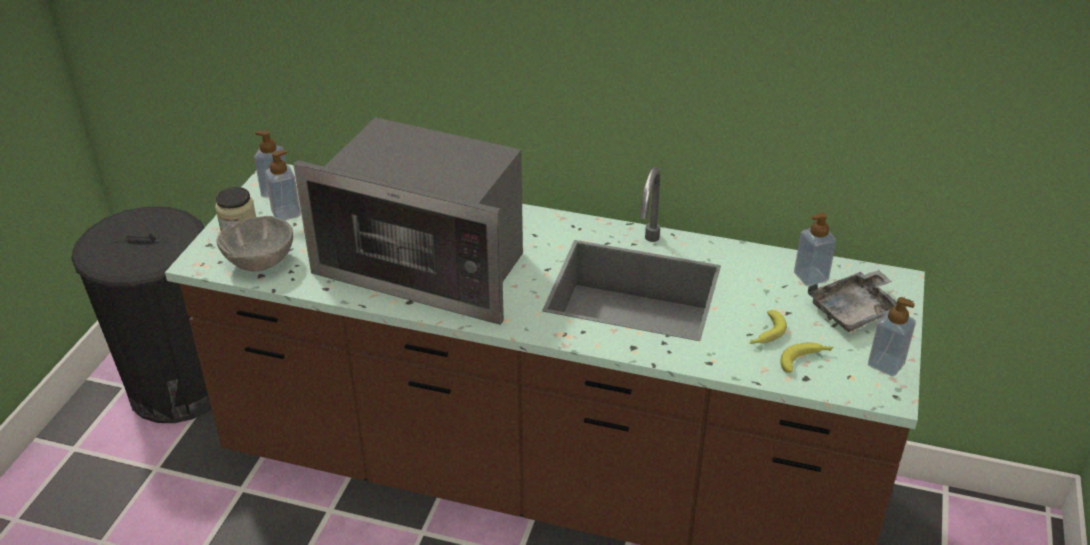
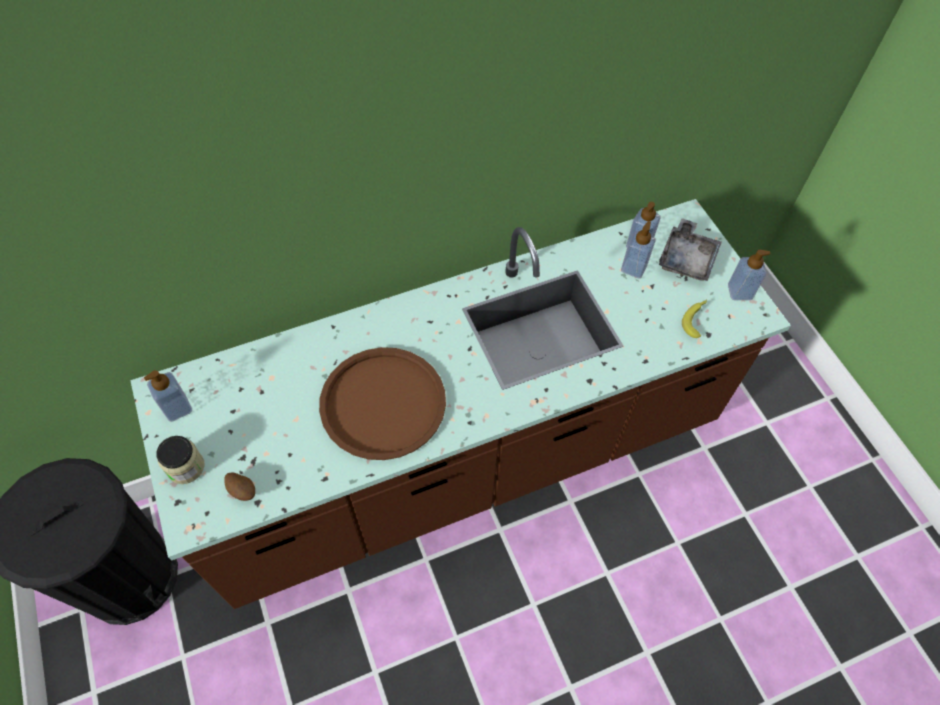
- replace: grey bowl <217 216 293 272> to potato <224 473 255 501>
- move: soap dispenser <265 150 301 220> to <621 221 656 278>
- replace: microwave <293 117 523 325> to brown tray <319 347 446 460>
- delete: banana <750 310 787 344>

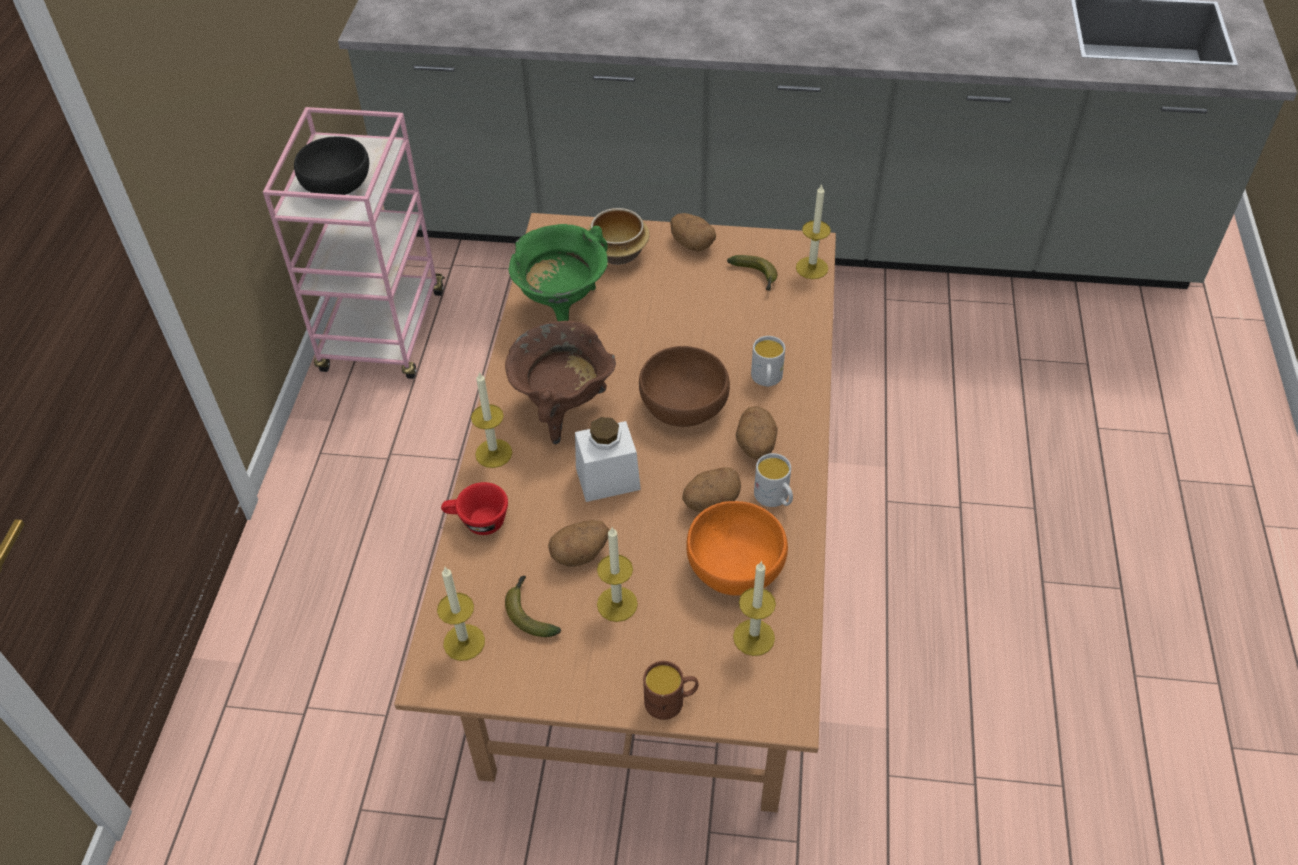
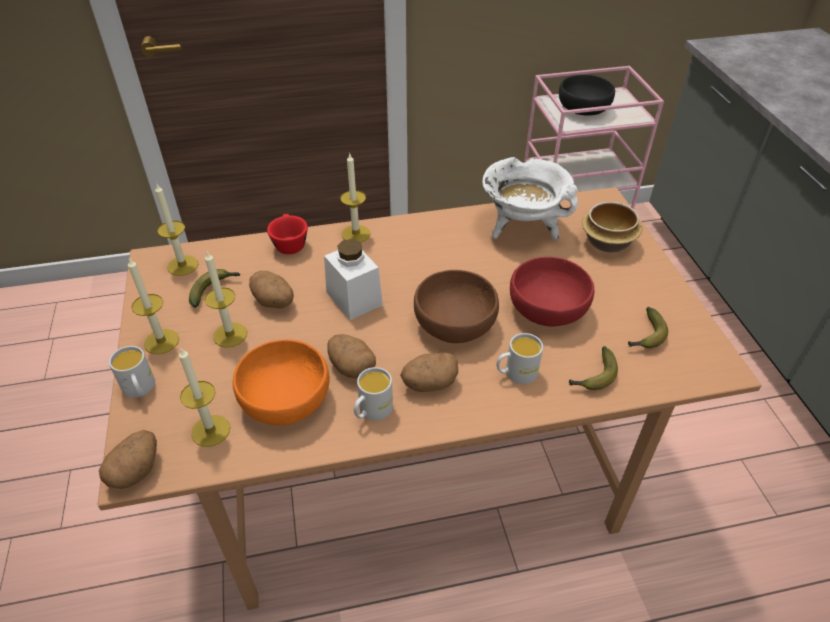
- delete: brown cooking pot <505 321 616 444>
- recolor: green cooking pot <509 224 608 321> to white cooking pot <483 157 578 240>
- recolor: brown mug <643 661 699 720> to white mug <109 346 155 398>
- move: potato <670 213 716 251> to <99 430 157 489>
- move: candle <796 184 831 279> to <128 258 179 354>
- insert: red bowl <510 257 594 327>
- insert: banana <569 346 618 390>

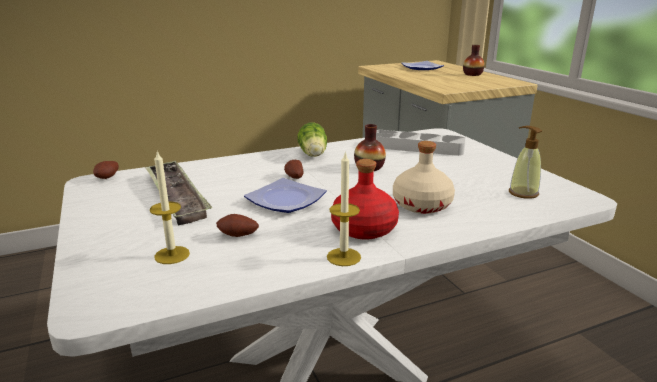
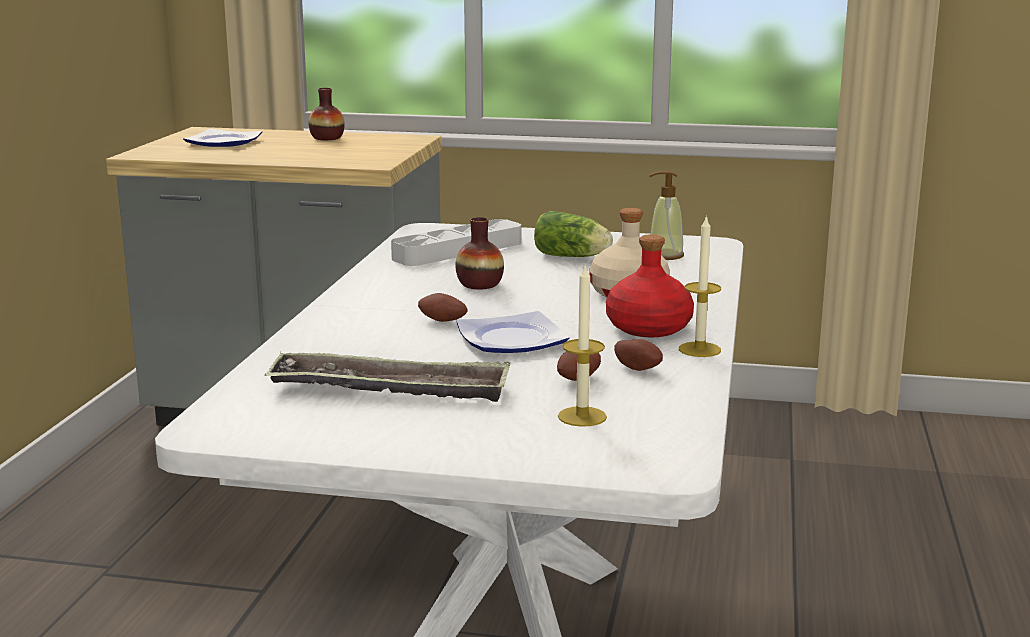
- move: potato <93 161 119 179> to <614 339 663 371>
- move: lettuce <297 123 327 157> to <534 211 613 257>

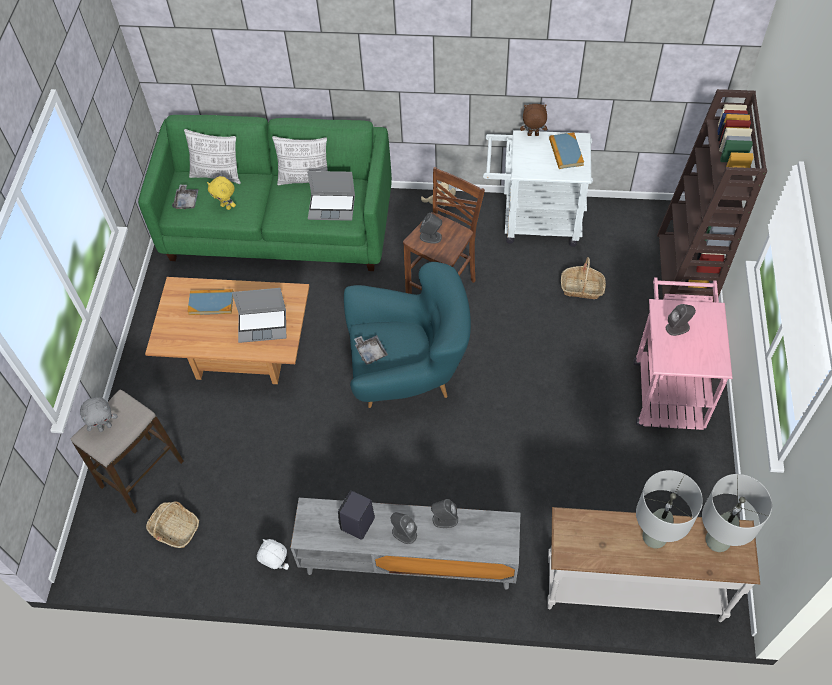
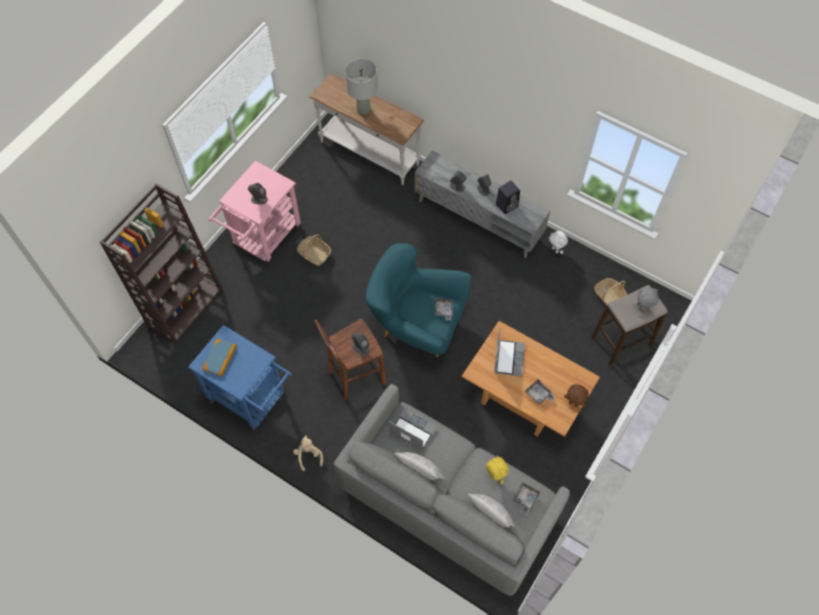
- recolor: green sofa <138 115 392 271> to grey sofa <334 384 570 596>
- replace: book <187 289 234 315> to grey tray <525 379 555 405>
- rotate: laptop <232 288 286 343> = <494 328 525 377> 75 degrees clockwise
- recolor: white cart <483 130 593 247> to blue cart <188 325 292 431>
- move: brown plush toy <520 104 547 136> to <564 384 589 407>
- move: basket <561 257 606 299> to <297 235 331 266>
- delete: grey table lamp <702 474 772 552>

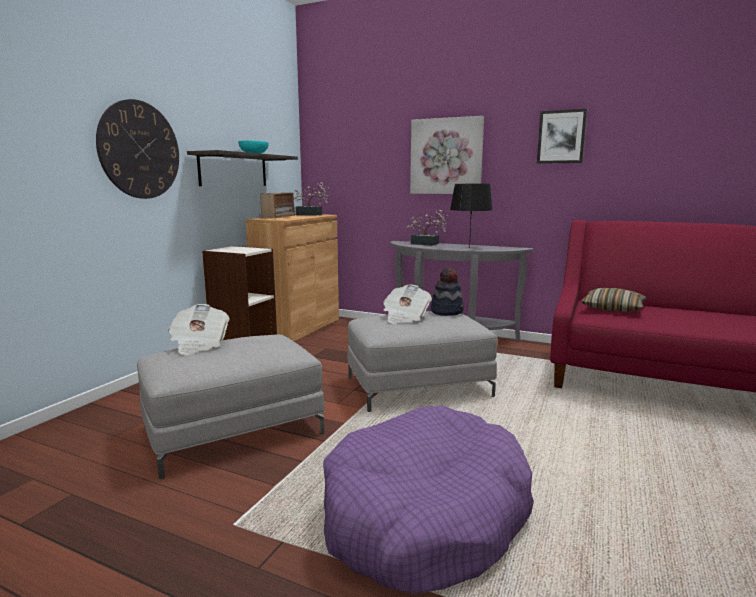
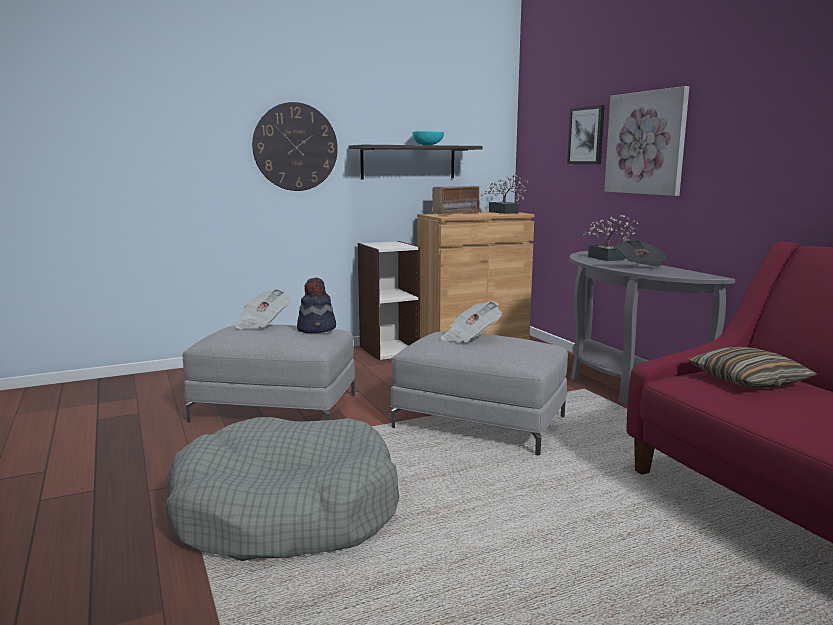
- recolor: purple dog bed <323 405 534 594> to grey dog bed <165 417 399 561>
- move: hat <431 267 464 316> to <297 277 336 333>
- replace: black table lamp <450 184 493 248> to newspaper <613 240 668 266>
- move: picture <537 109 587 164> to <567 105 605 164>

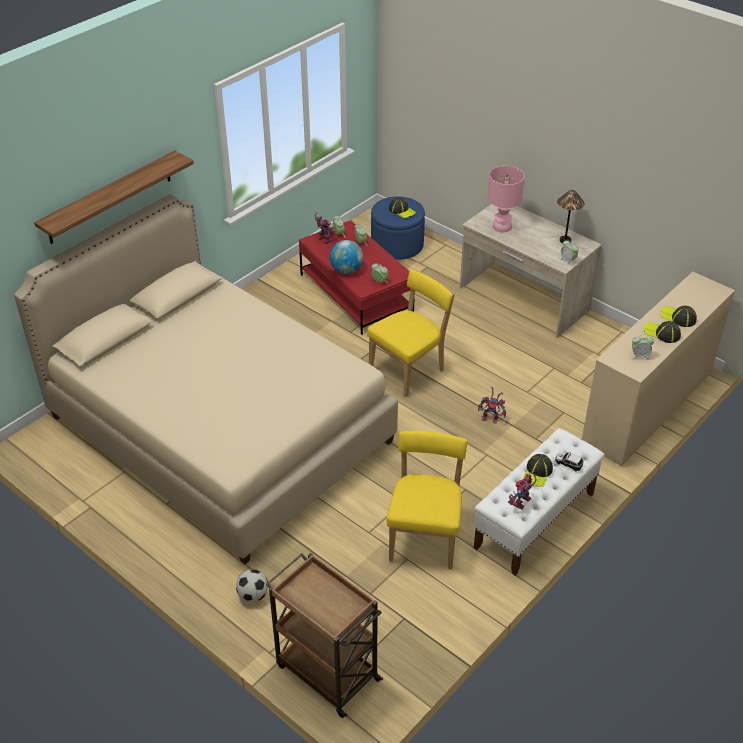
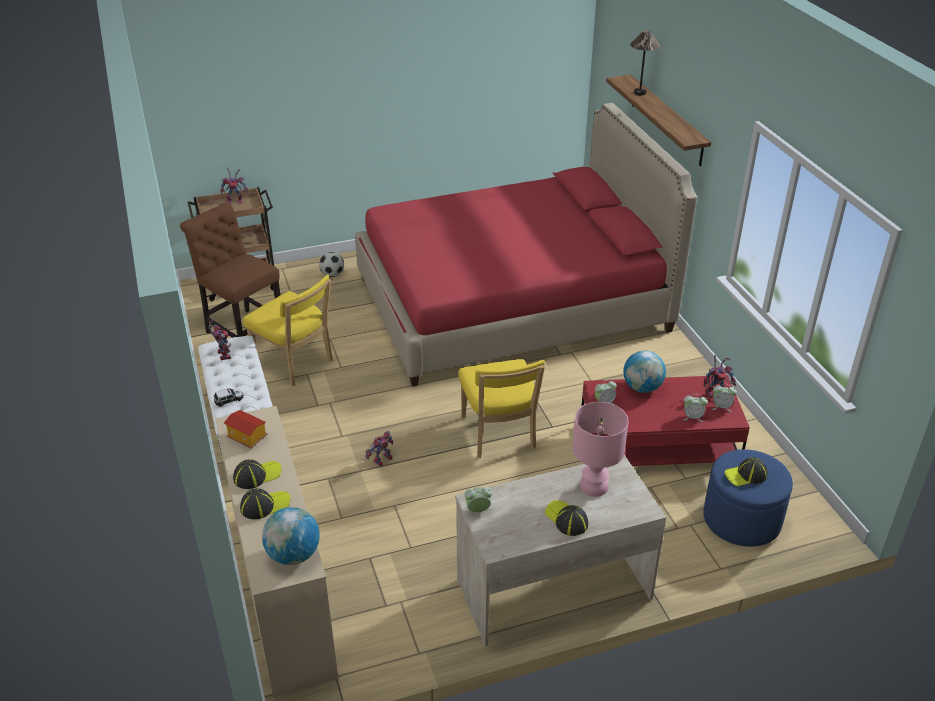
- recolor: beige bed <14 194 398 564> to red bed <355 103 697 387>
- move: cap <523 454 553 487> to <545 500 588 536>
- move: table lamp <557 190 584 243> to <630 30 660 95>
- replace: alarm clock <632 334 654 360> to toy house <224 410 268 449>
- insert: brown chair <180 203 280 338>
- insert: toy robot <221 167 249 204>
- insert: globe <262 507 320 565>

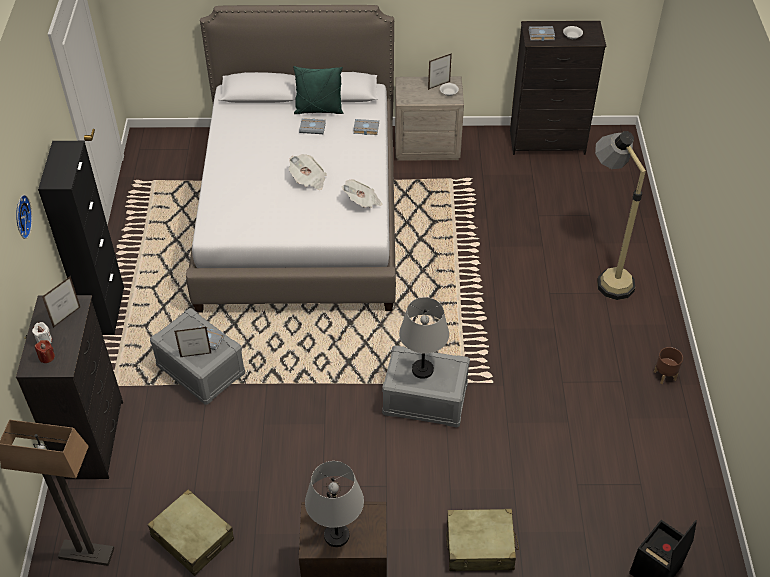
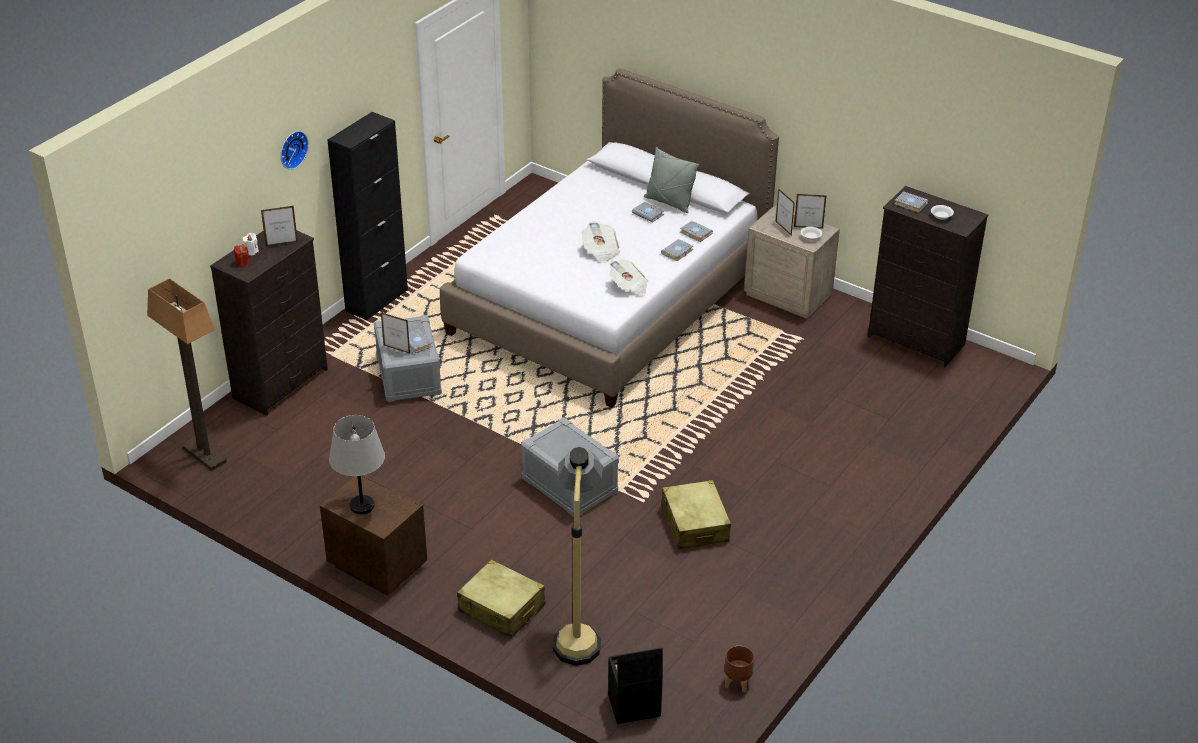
- move: beige suitcase <148 489 234 576> to <661 480 731 549>
- recolor: green pillow <293 66 343 114> to grey pillow <644 147 700 213>
- delete: grey table lamp <399 297 449 379>
- move: floor lamp <595 131 646 300> to <553 447 603 666>
- move: brown planter <654 347 683 384> to <725 646 754 693>
- insert: grey book <661 239 693 261>
- insert: picture frame <776 188 795 236>

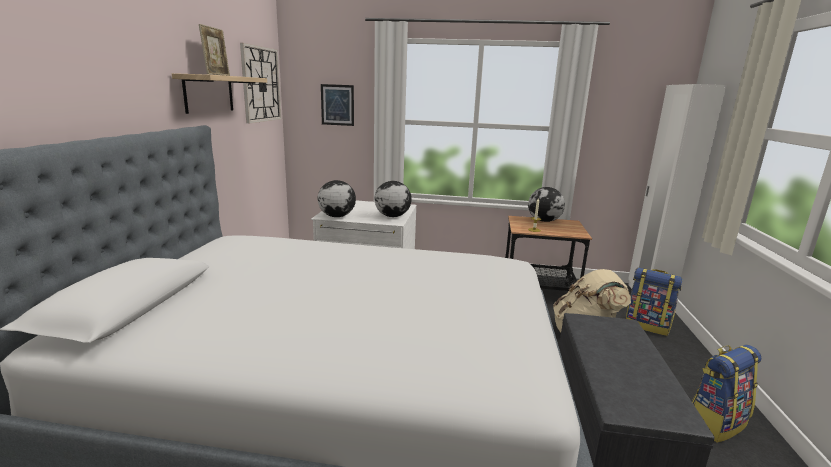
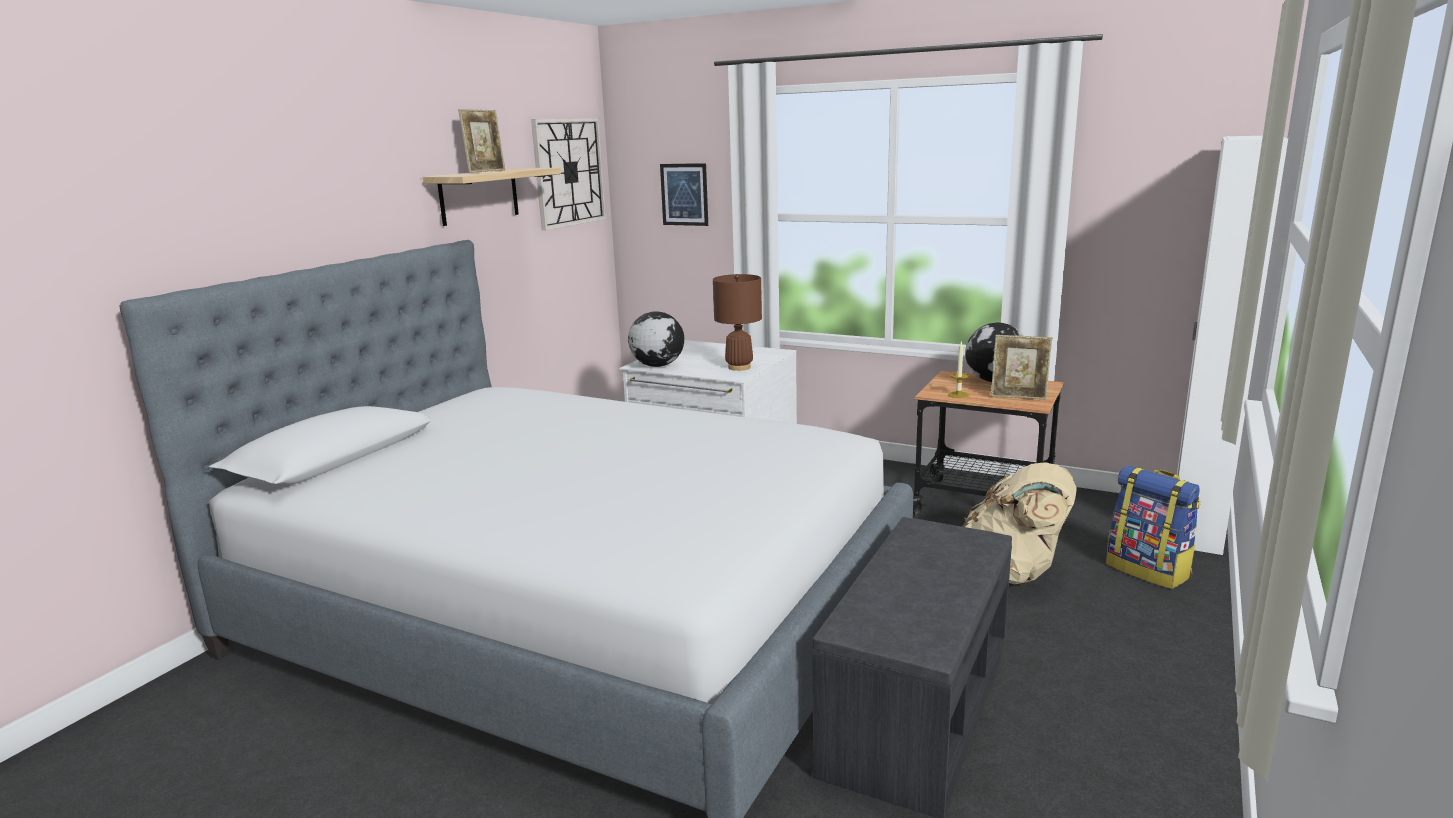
- replace: globe <374 181 412 217> to brown table lamp <713 274 762 371>
- delete: backpack <692 344 761 443>
- insert: picture frame <991 335 1052 400>

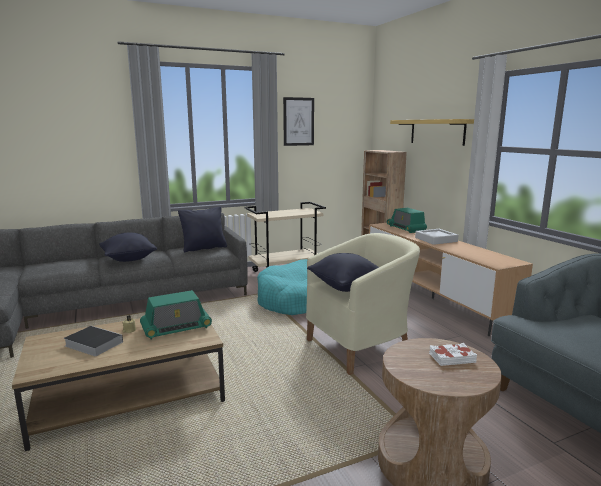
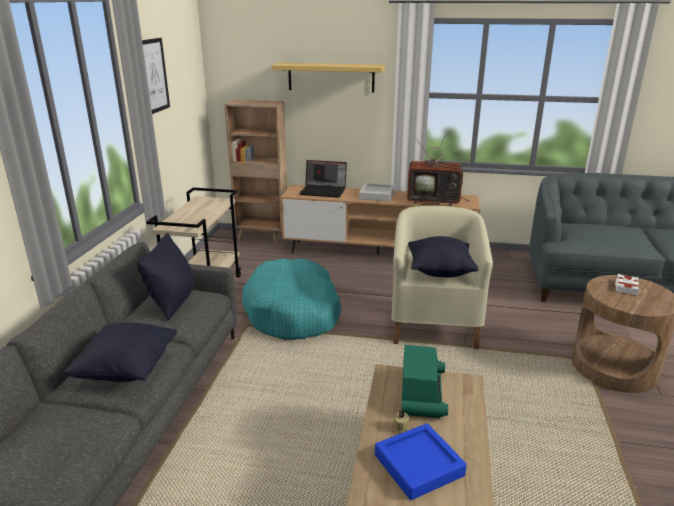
- replace: book <64 326 123 356> to blue tray <375 423 467 500>
- replace: radio <387 208 427 233> to laptop <299 160 347 198>
- insert: television <407 132 469 206>

